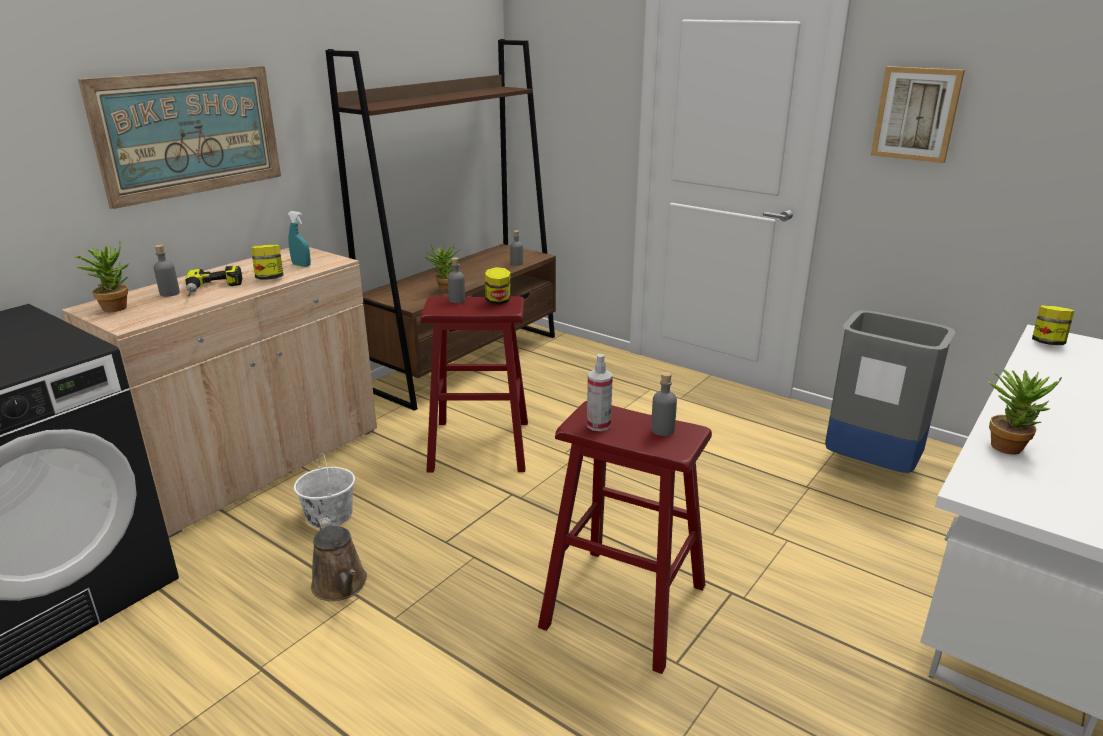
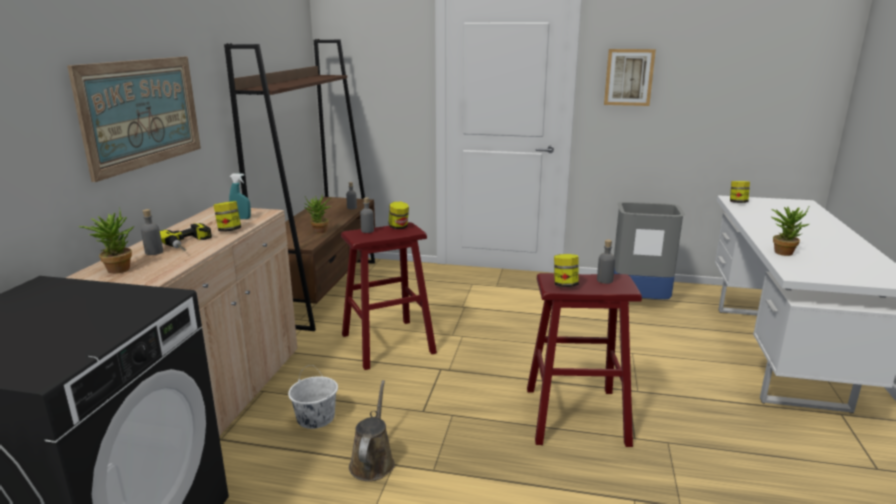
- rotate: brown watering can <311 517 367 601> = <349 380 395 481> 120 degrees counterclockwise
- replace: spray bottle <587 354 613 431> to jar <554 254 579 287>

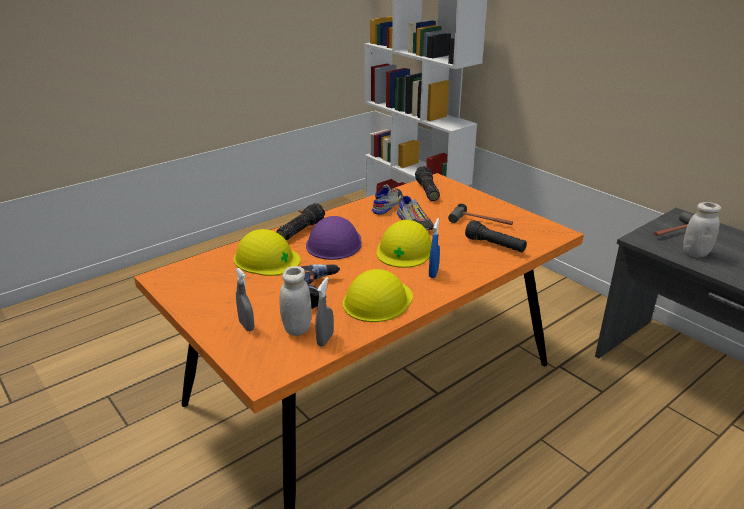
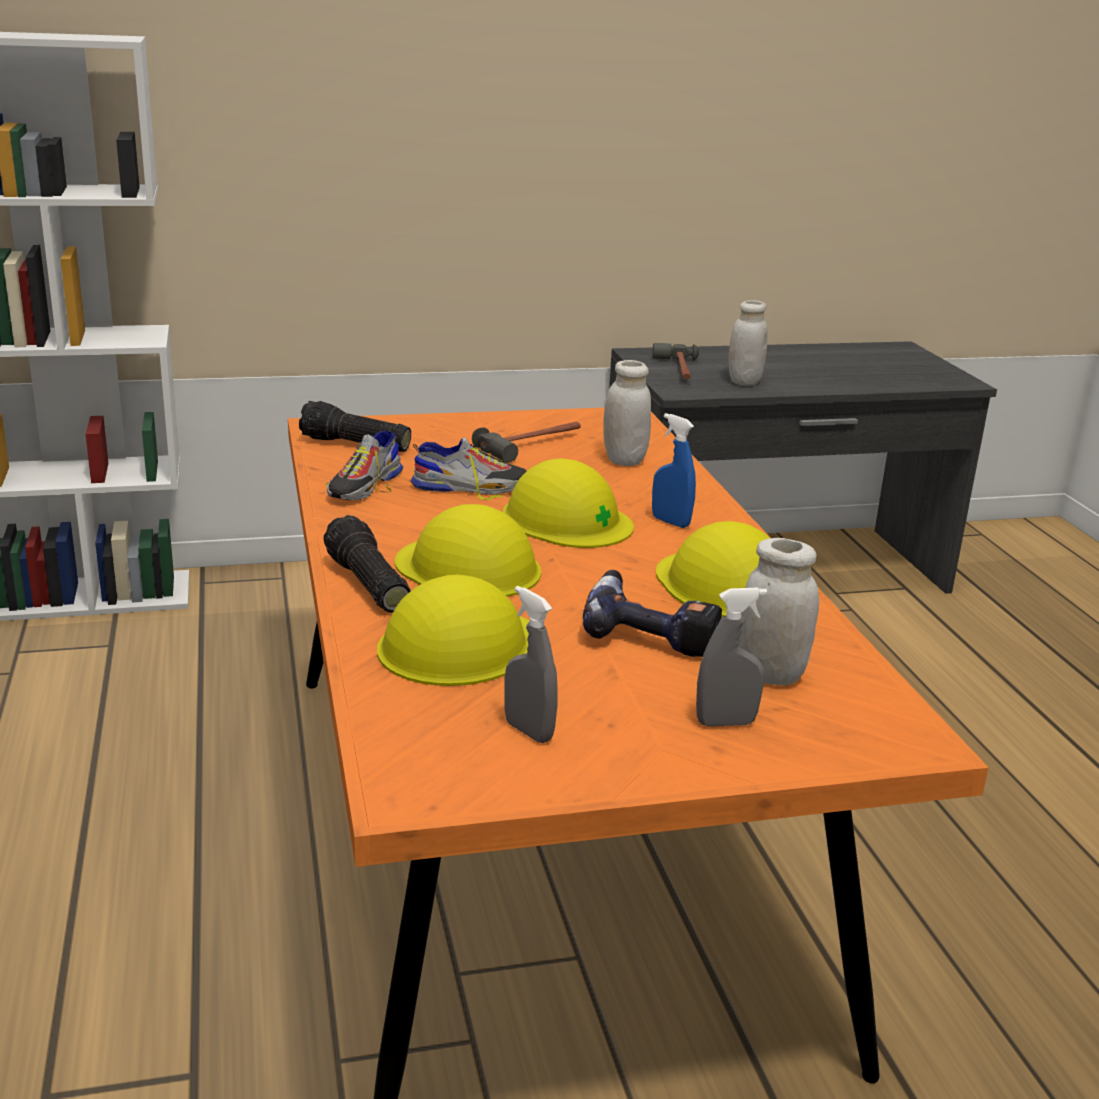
- recolor: purple hard hat <306 216 362 260> to yellow hard hat <395 504 541 597>
- move: grey spray bottle <315 277 333 346> to <504 586 558 743>
- rotate: shoe <372 185 403 215> = <326 428 403 500> 120 degrees counterclockwise
- replace: black flashlight <465 220 527 252> to white jar <603 360 651 466>

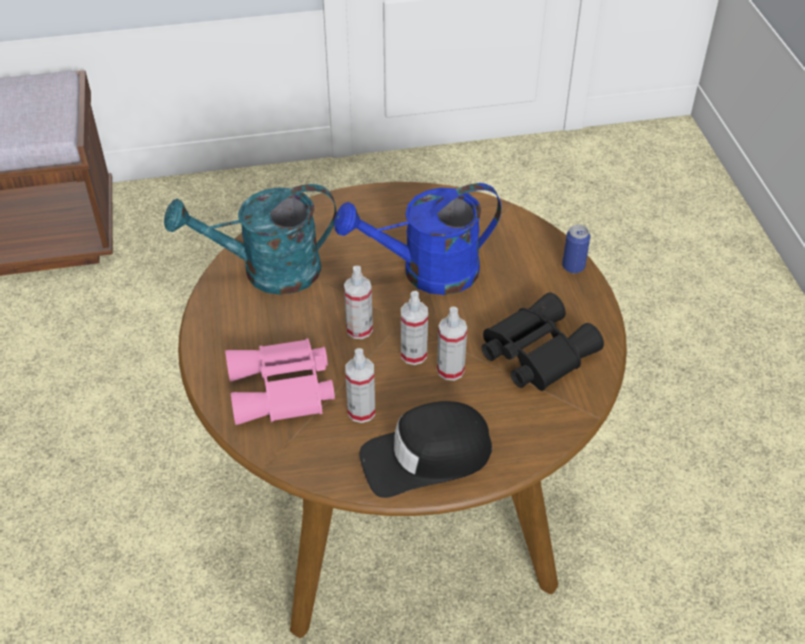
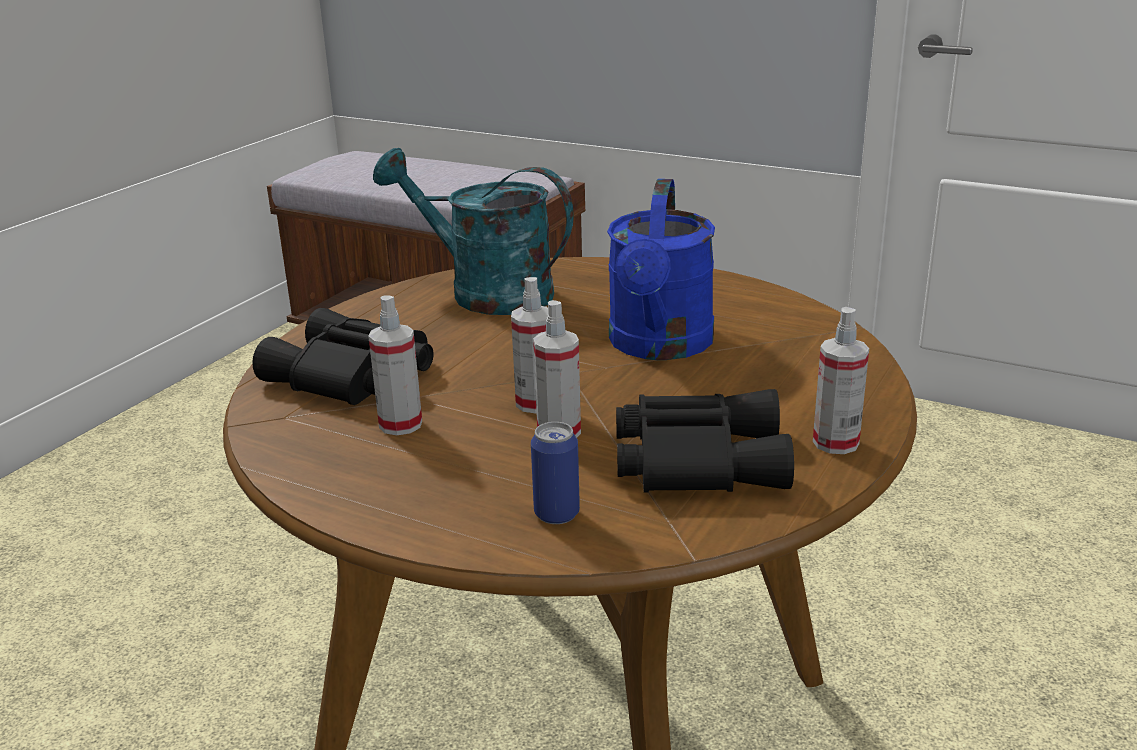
- recolor: pink binoculars <225 338 335 425> to black binoculars <252 308 433 405>
- rotate: blue watering can <335 183 501 295> = <607 179 715 360> 105 degrees counterclockwise
- move: spray bottle <344 266 373 339> to <813 307 869 454>
- delete: black cap <359 401 492 498>
- move: can <562 225 590 273> to <531 422 580 524>

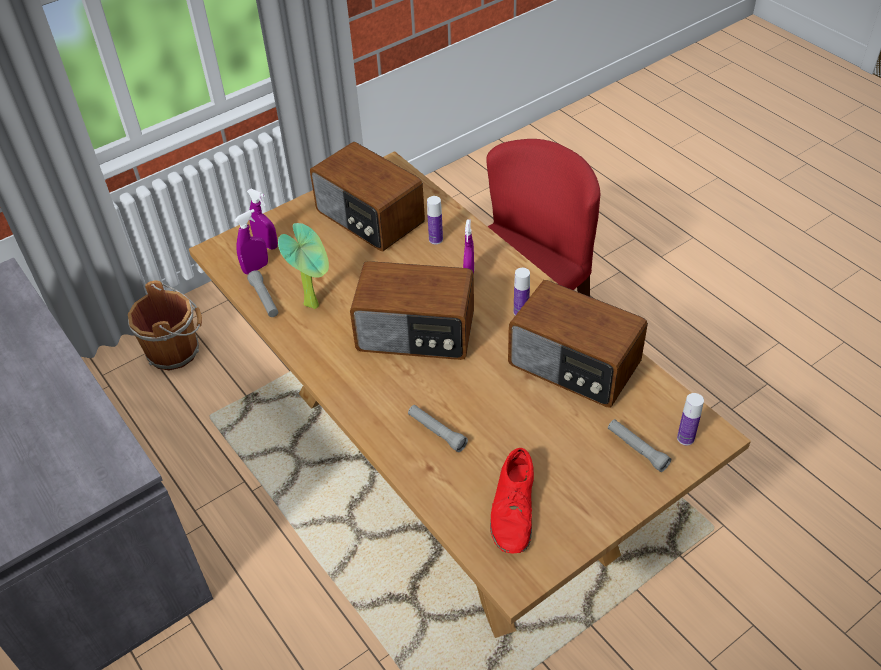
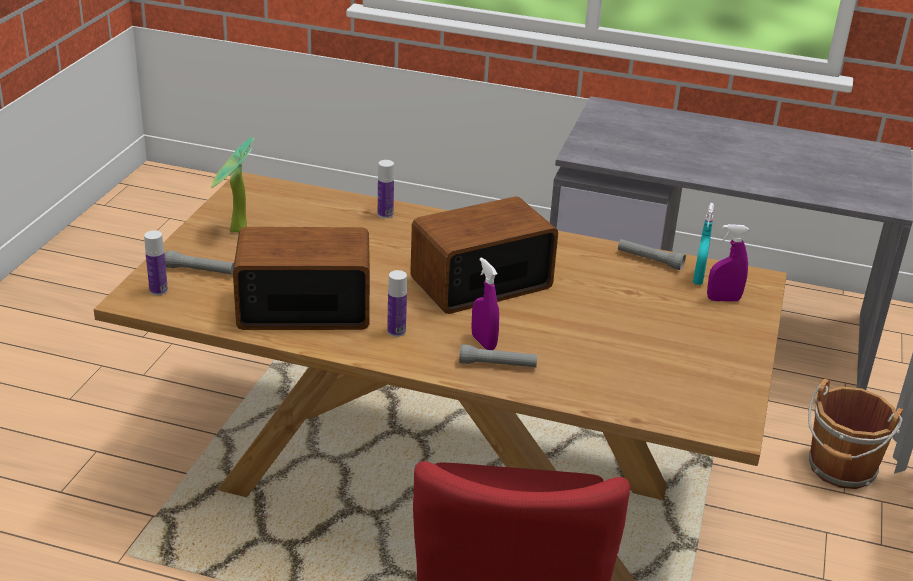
- recolor: purple spray bottle <234 209 268 274> to turquoise spray bottle <693 203 714 285>
- move: potted plant <278 223 329 309> to <211 137 254 233>
- delete: radio <310 142 425 251>
- move: grey flashlight <408 405 468 452> to <459 344 538 368>
- move: bottle <427 196 443 244> to <378 160 394 218>
- delete: red shoe <490 448 534 553>

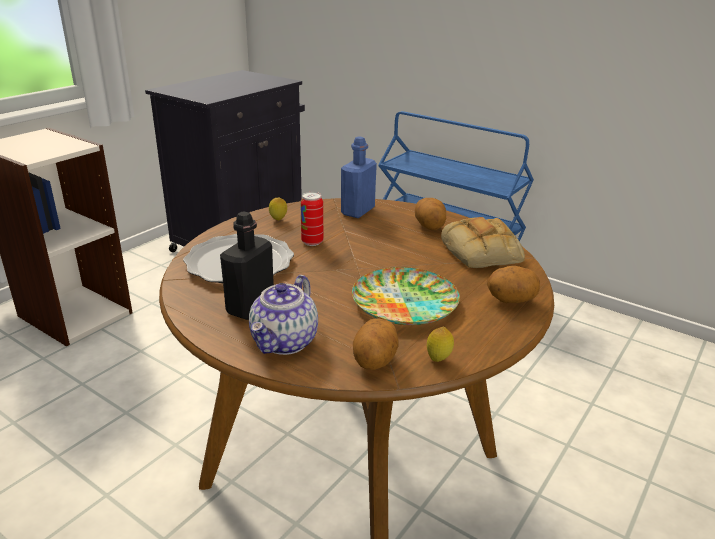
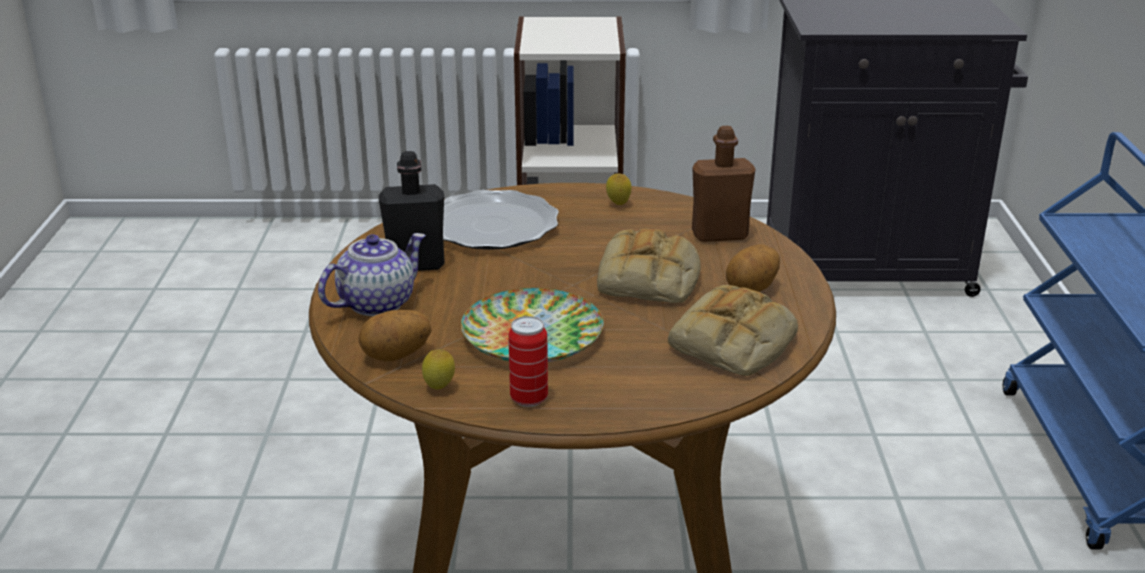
- rotate: teapot <249 275 318 355> = <318 233 426 316> 150 degrees clockwise
- move: can <300 192 323 246> to <508 316 548 407>
- recolor: blue bottle <341 136 377 218> to brown bottle <692 126 756 242>
- delete: potato <487 266 540 303>
- insert: bread <597 229 701 303>

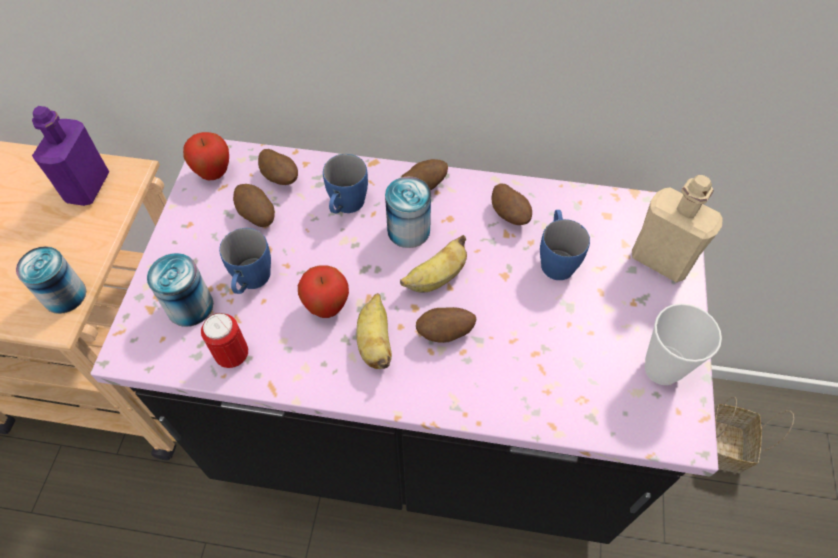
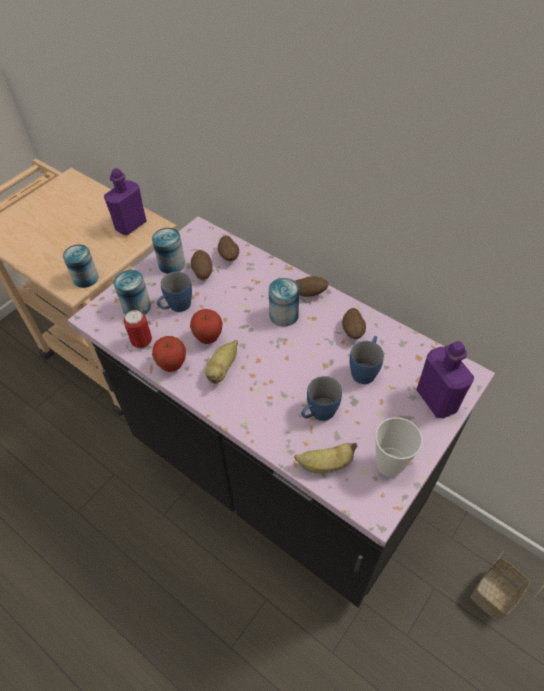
- move: apple <183 132 229 180> to <152 336 186 372>
- move: blue mug <323 154 368 214> to <301 376 342 421>
- move: banana <400 235 467 293> to <294 443 357 473>
- delete: potato <416 307 477 343>
- recolor: beige bottle <632 175 723 282> to purple bottle <416 341 474 418>
- insert: can <152 228 185 274>

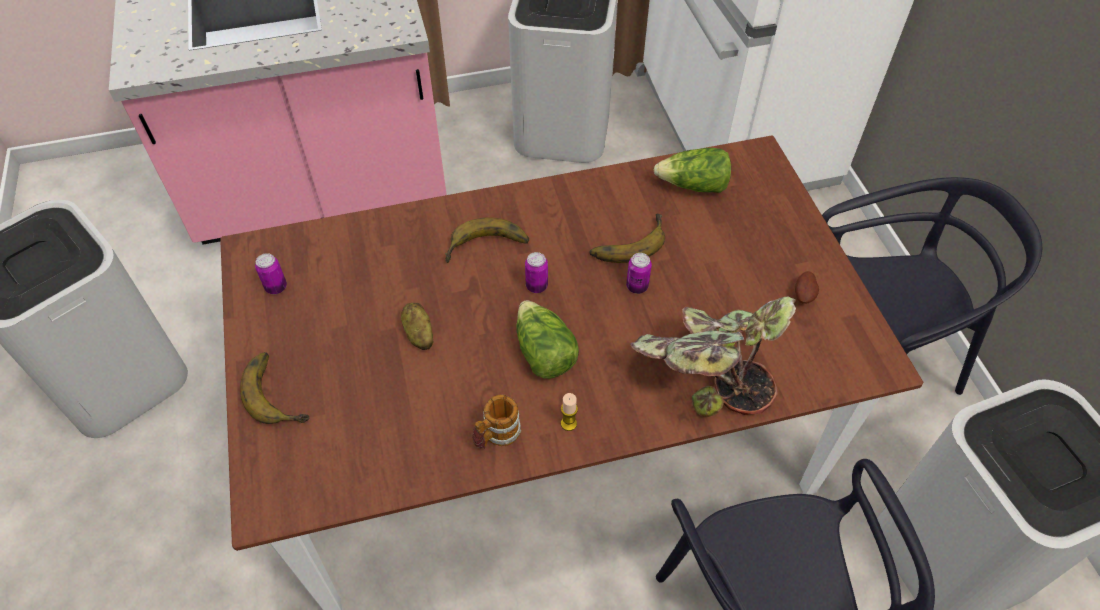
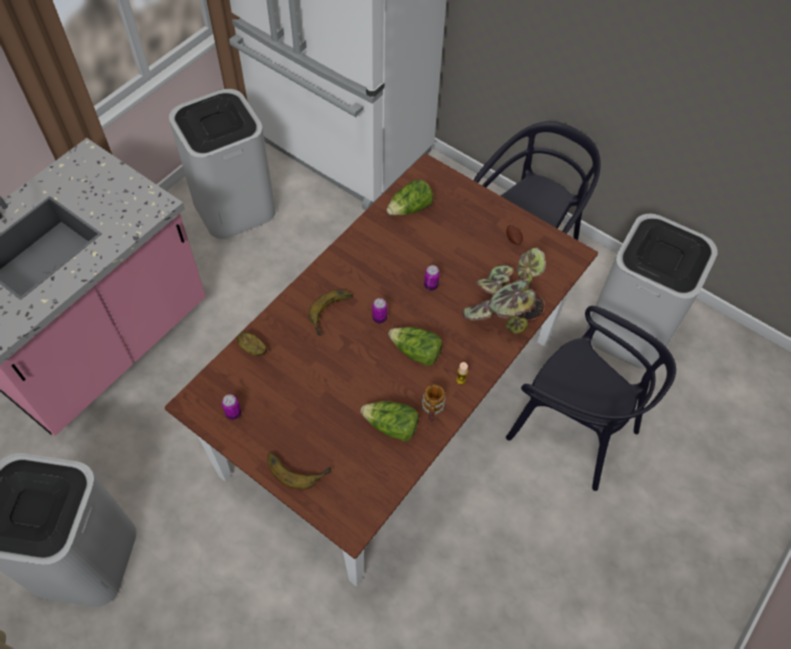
- move: potato <401 303 434 350> to <237 331 267 356>
- delete: banana <589 214 665 263>
- insert: lettuce <361 401 419 441>

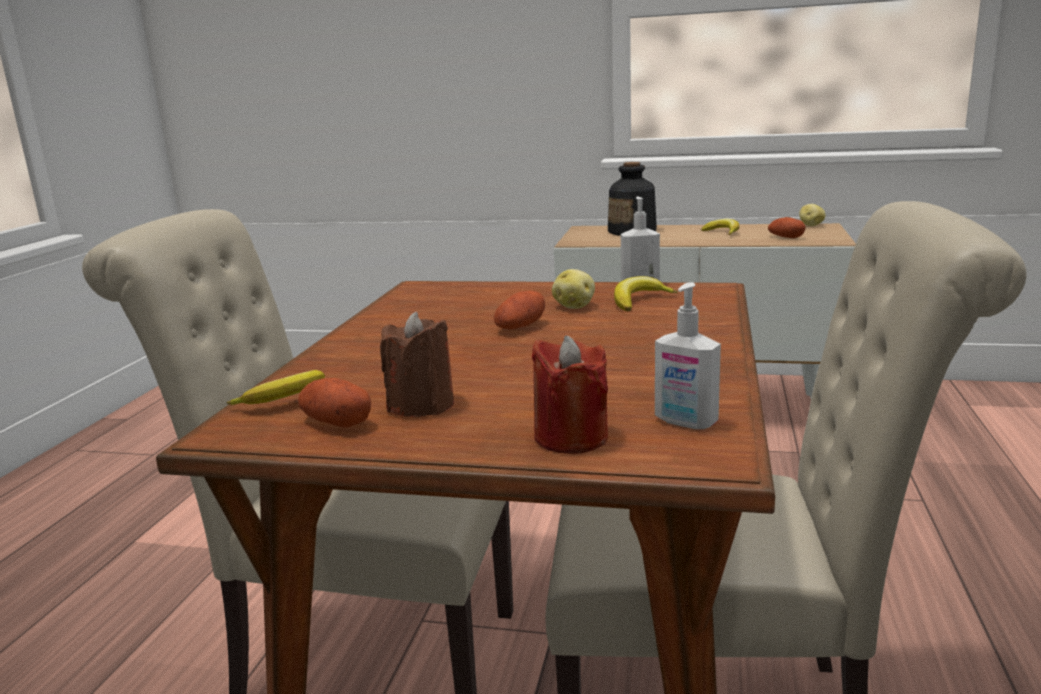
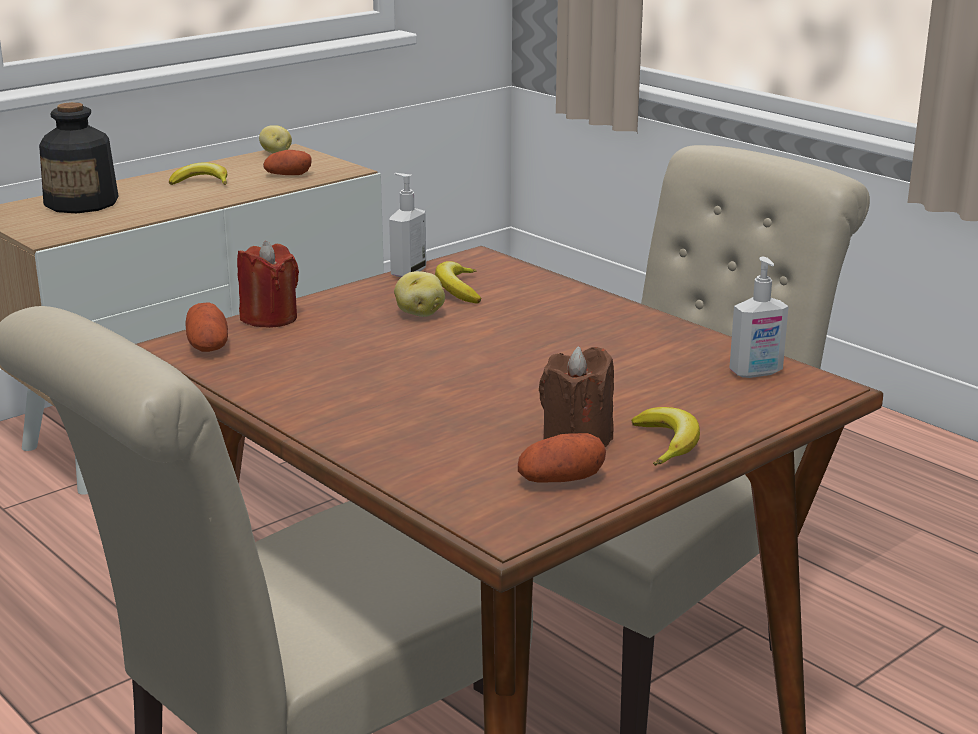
- move: banana <226 370 325 405> to <631 407 700 466>
- move: potato <494 291 545 329> to <185 302 228 352>
- move: red candle <531 335 608 454> to <237 241 299 328>

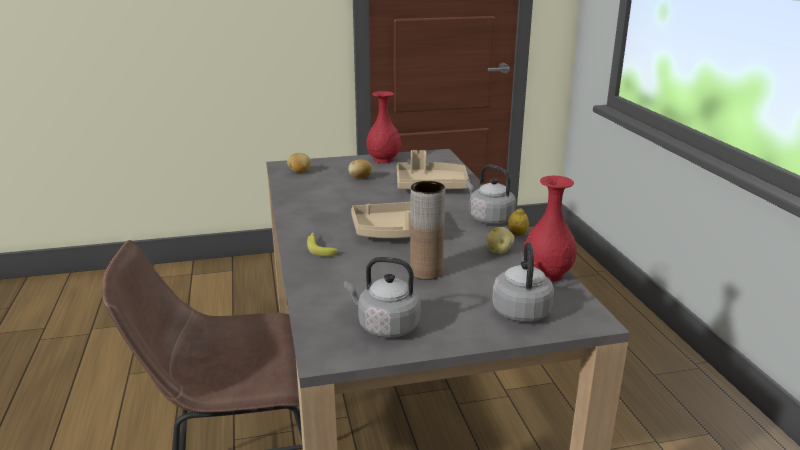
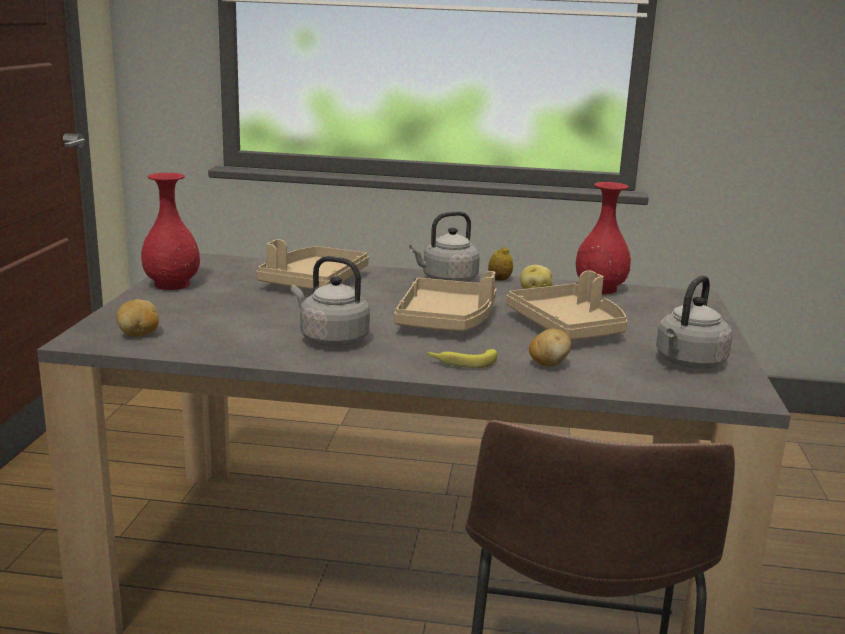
- move: potato <348 159 372 179> to <529 329 571 367>
- replace: brown vase <410 181 445 280> to beige tray <506 270 628 340>
- move: grey kettle <492 242 554 322> to <291 256 370 347>

